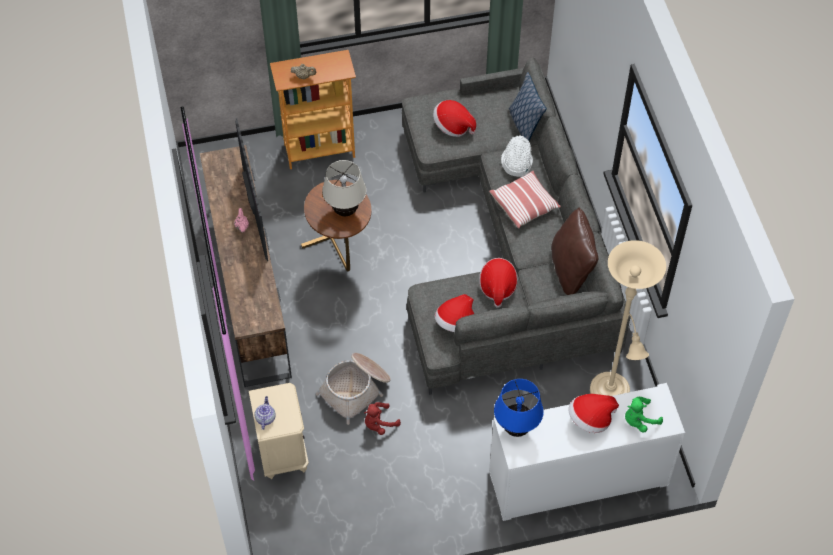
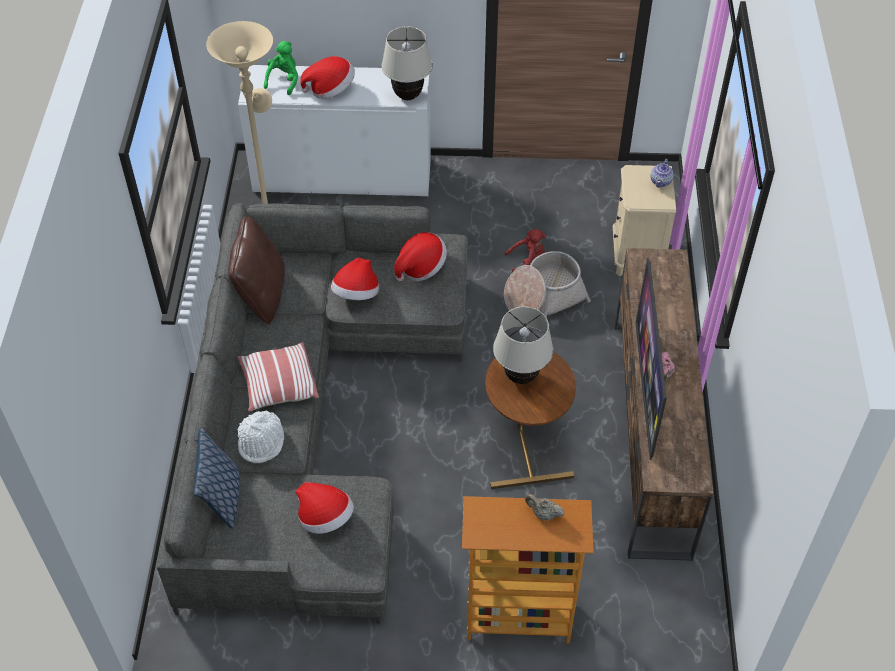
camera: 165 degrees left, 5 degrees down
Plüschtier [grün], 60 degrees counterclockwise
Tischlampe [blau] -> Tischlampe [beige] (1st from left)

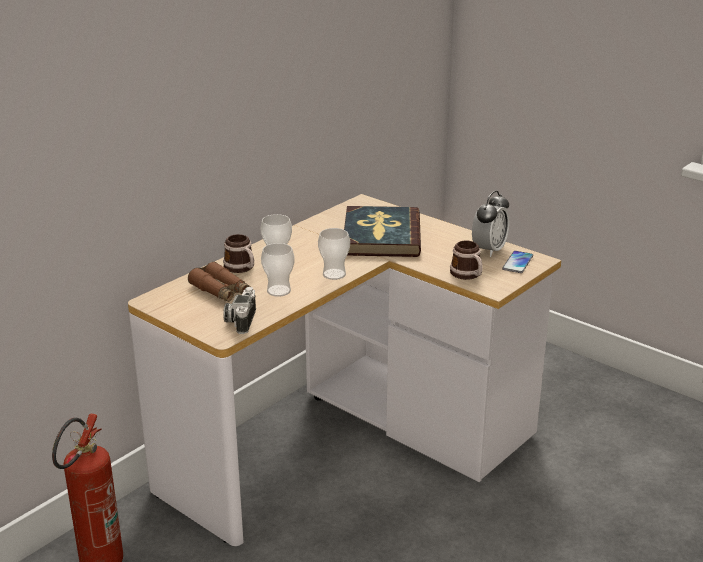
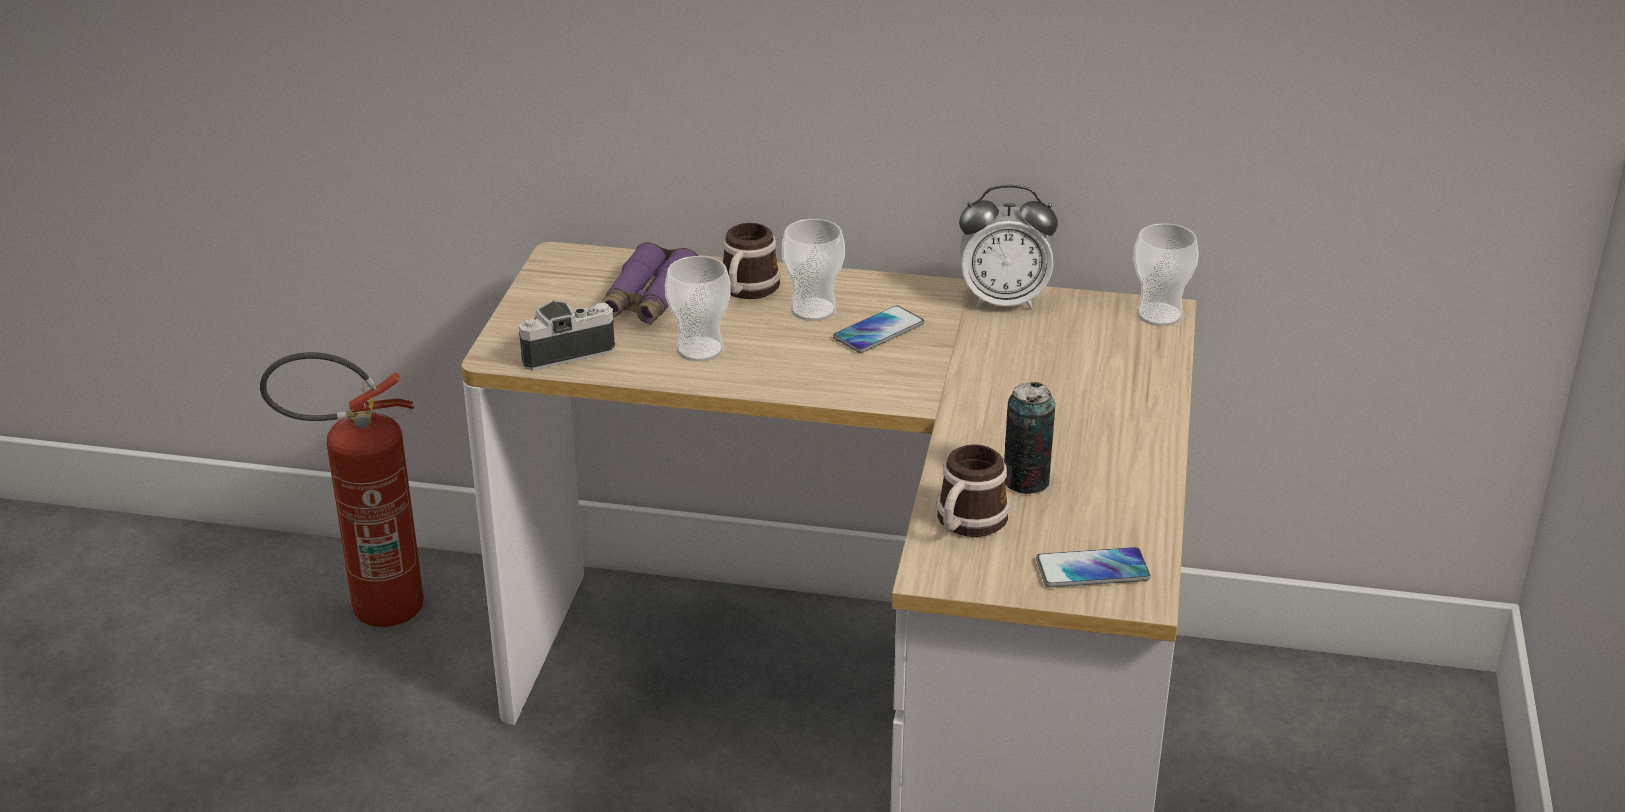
camera: 60 degrees right, 5 degrees up
Fernglas [braun] -> Fernglas [lila]
none -> Handy (1st from left)
Wecker, move
none -> Dose
Tasse (3rd from left), move
Buch -> none

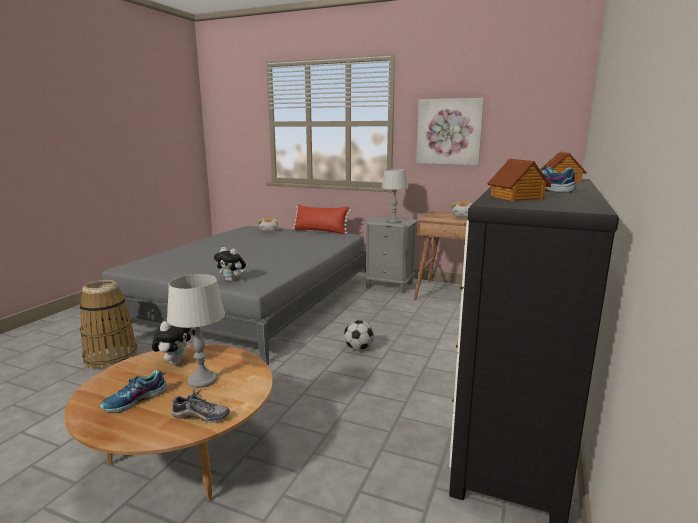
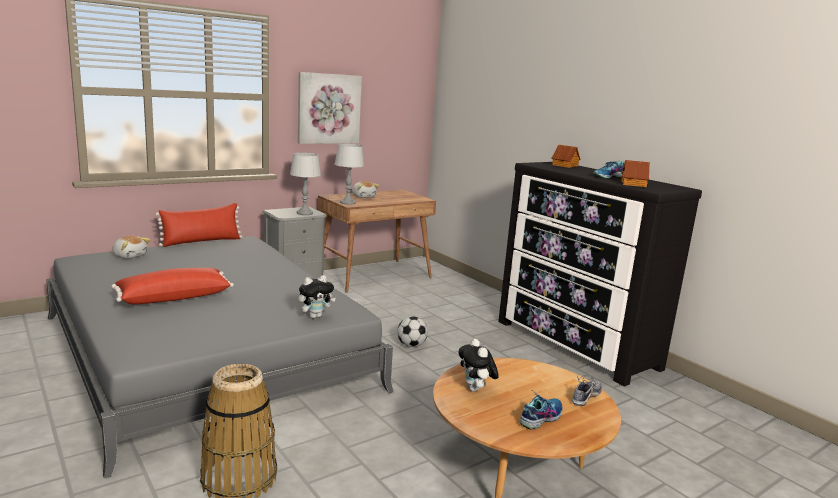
camera: 60 degrees left, 0 degrees up
none -> Kissen [rot] (1st from left)
Tischlampe [grau] (1st from left in the first image) -> Tischlampe [grau] (2nd from left), move
Plüschtier (1st from left in the first image) -> Plüschtier (4th from left), 150 degrees counterclockwise
Schuh (1st from left), 120 degrees counterclockwise

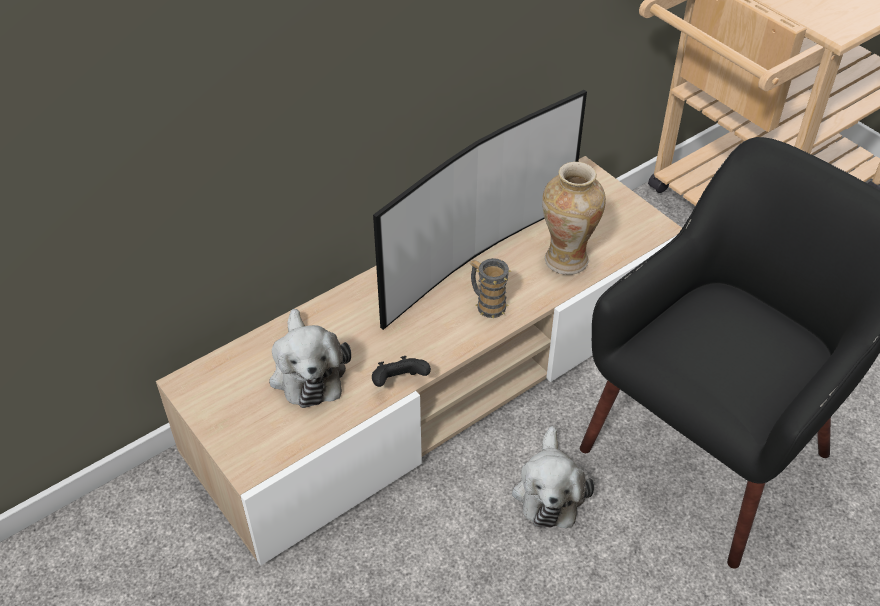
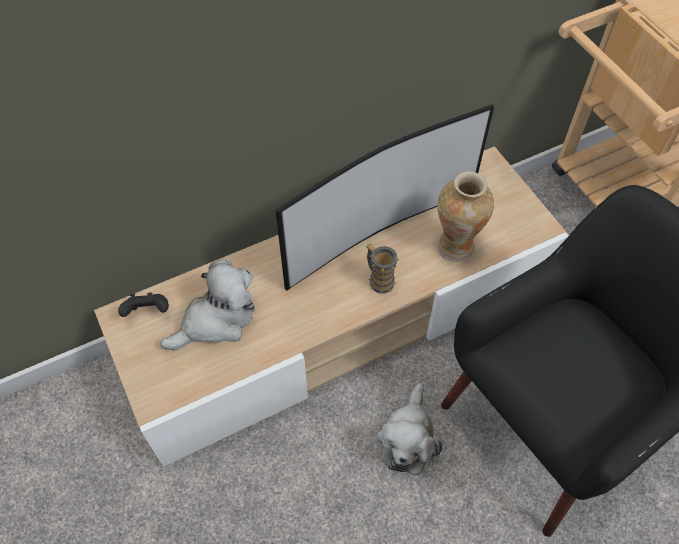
camera: 10 degrees right, 10 degrees up
Gamepad [schwarz], move
Plüschtier (1st from left), 120 degrees counterclockwise

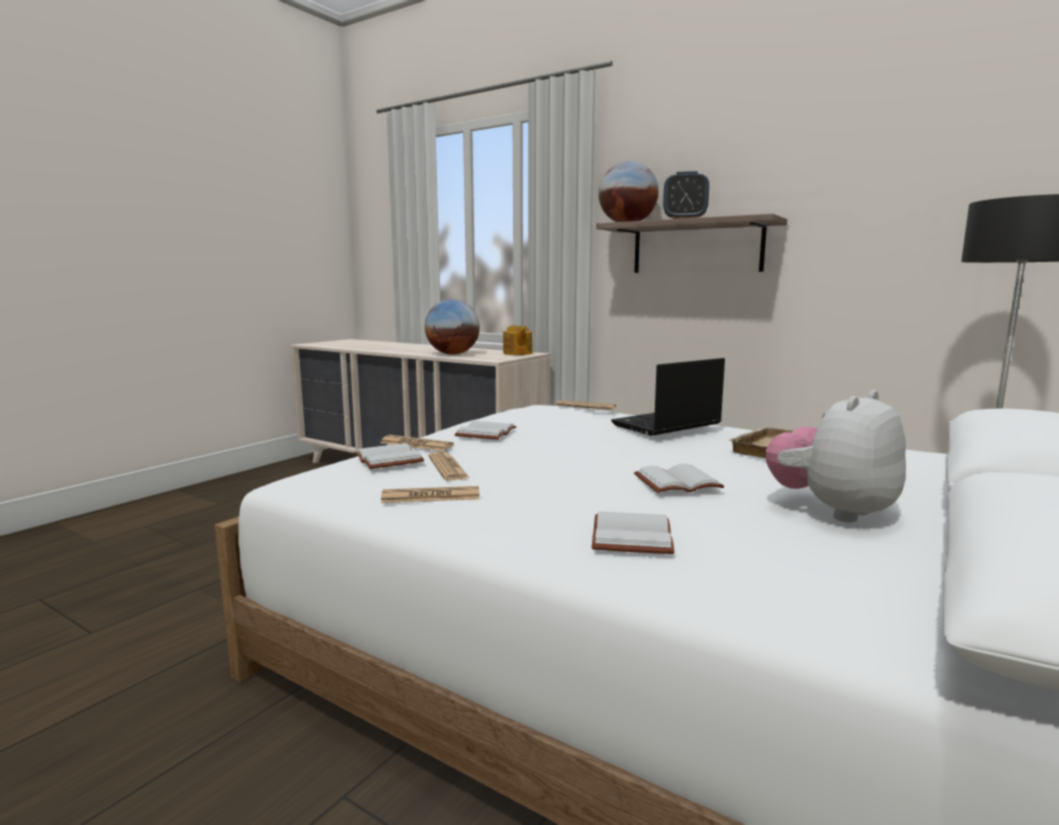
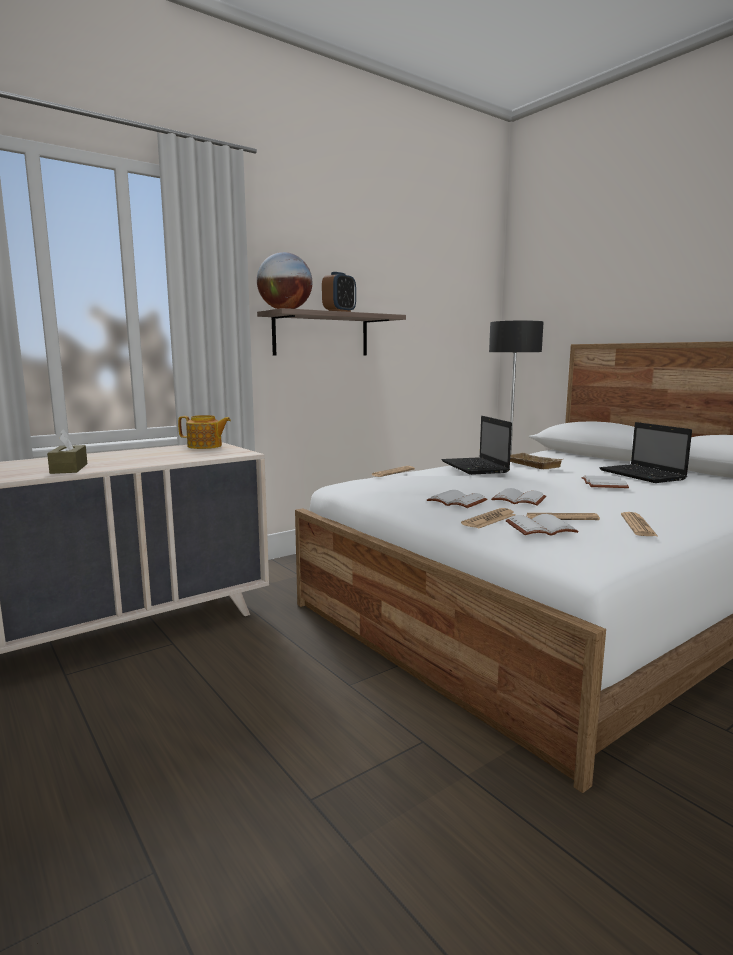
camera: 70 degrees left, 0 degrees up
none -> Taschentuchbox [braun]
Buch [weiß] (3rd from left in the first image) -> Buch [weiß] (2nd from left), move
Plüschtier -> Laptop (2nd from left)
Globus (1st from left) -> none

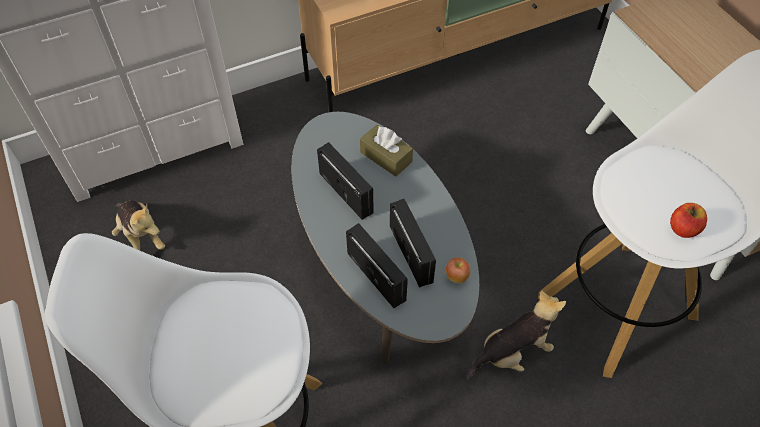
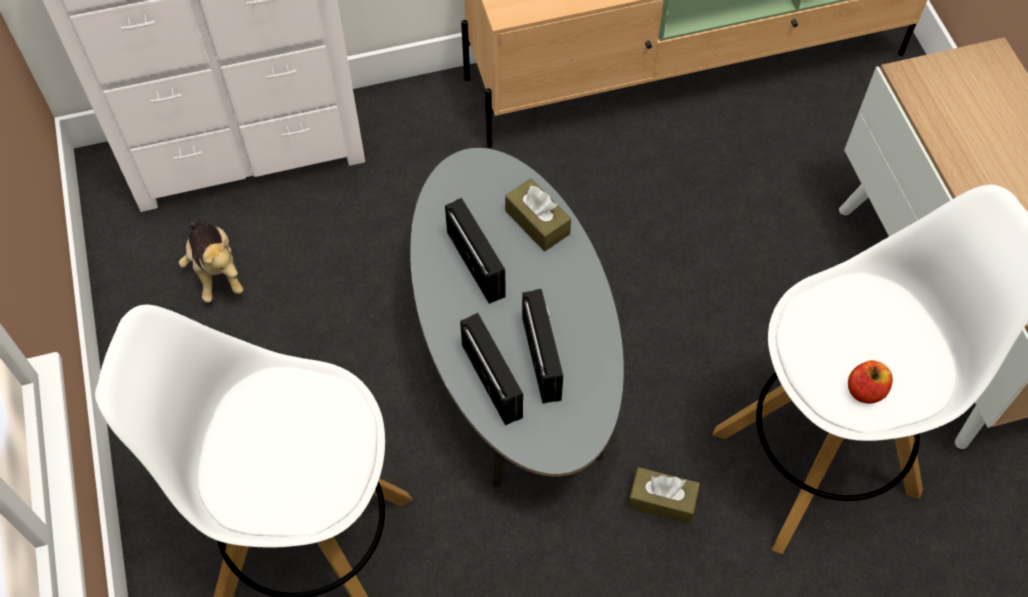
camera: 10 degrees right, 5 degrees up
Plüschtier (2nd from left) -> Taschentuchbox [braun] (2nd from left)
Apfel (1st from left) -> none

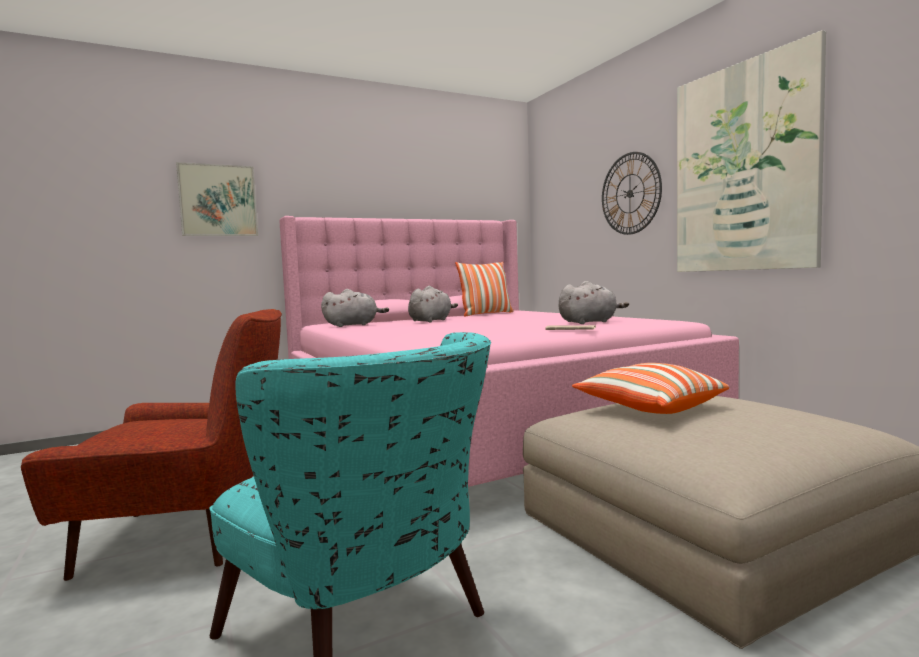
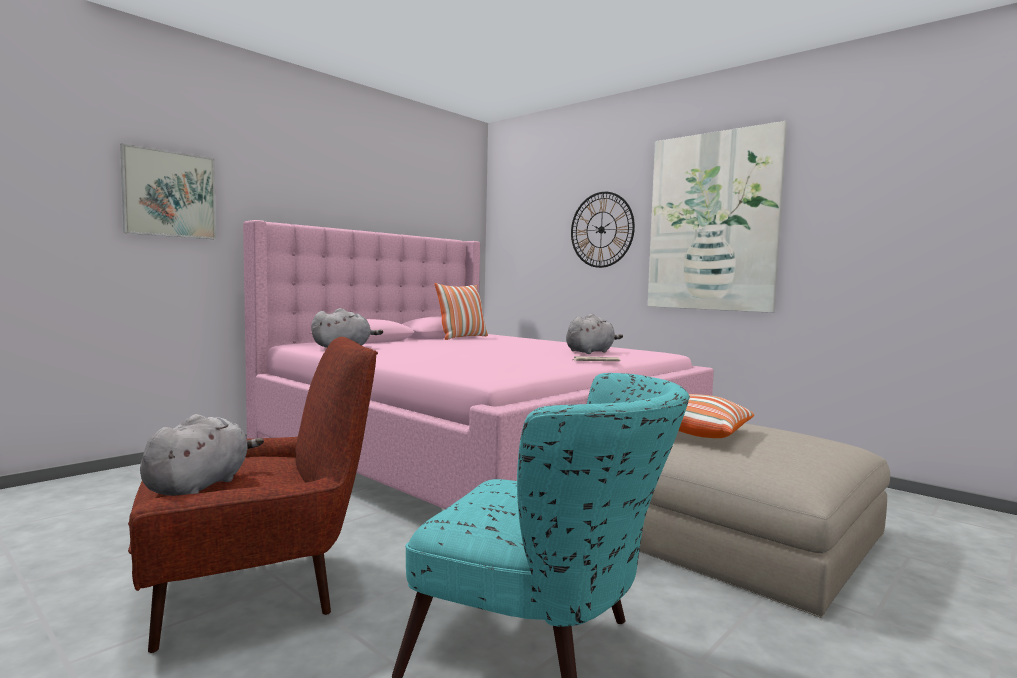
camera: 20 degrees left, 0 degrees up
Plüschtier [grau] (2nd from left in the first image) -> Plüschtier [grau] (1st from left), move

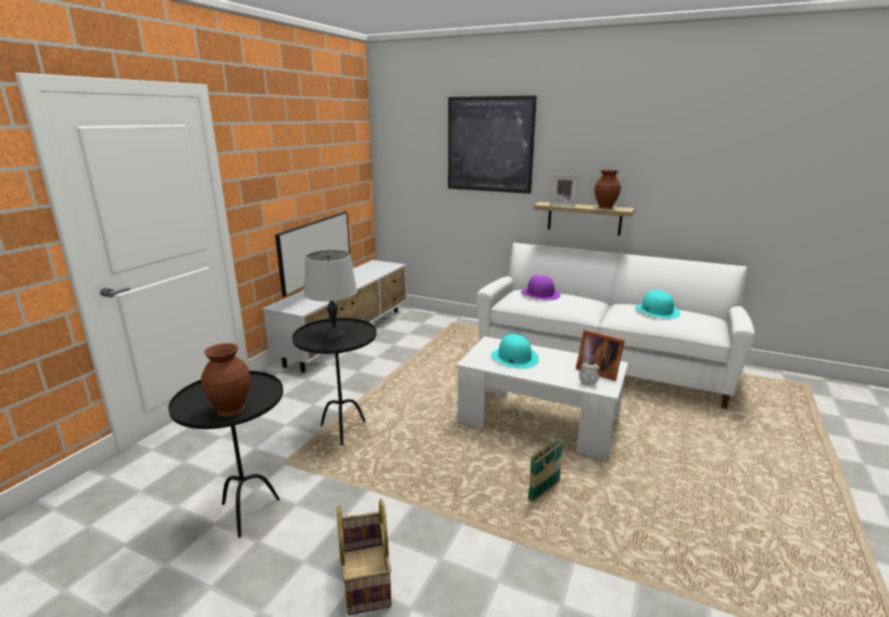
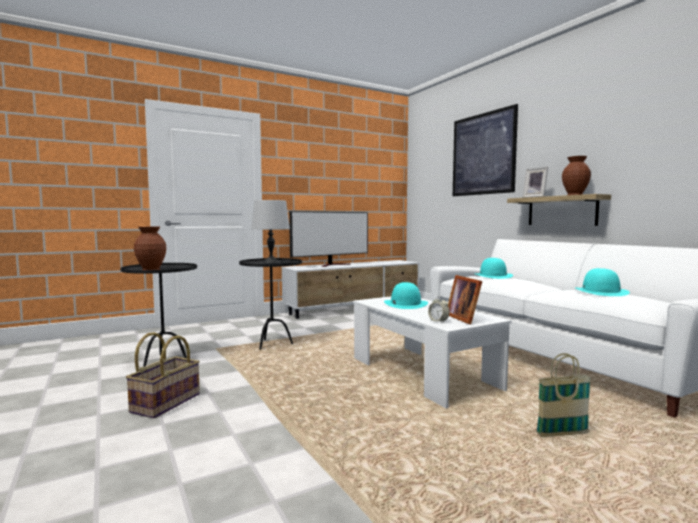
camera: 35 degrees right, 15 degrees down
Hut [lila] -> Hut [türkis] (2nd from left)
Korb (2nd from left), move

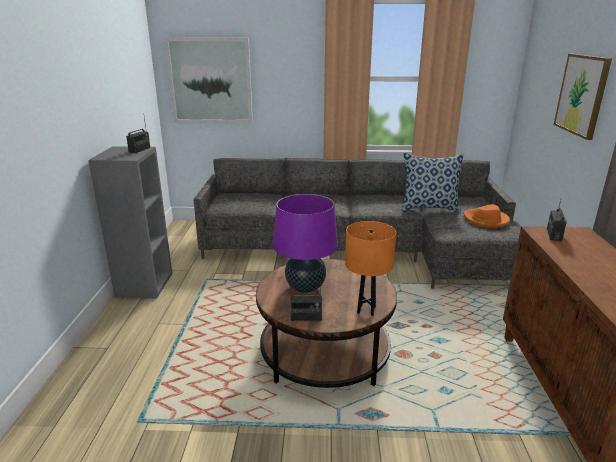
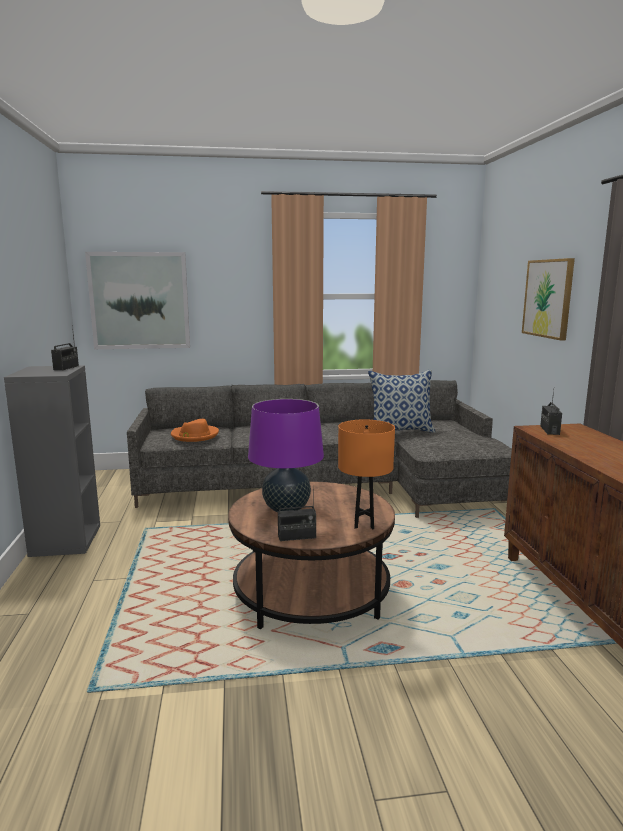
camera: 10 degrees left, 10 degrees down
Hut [orange], move

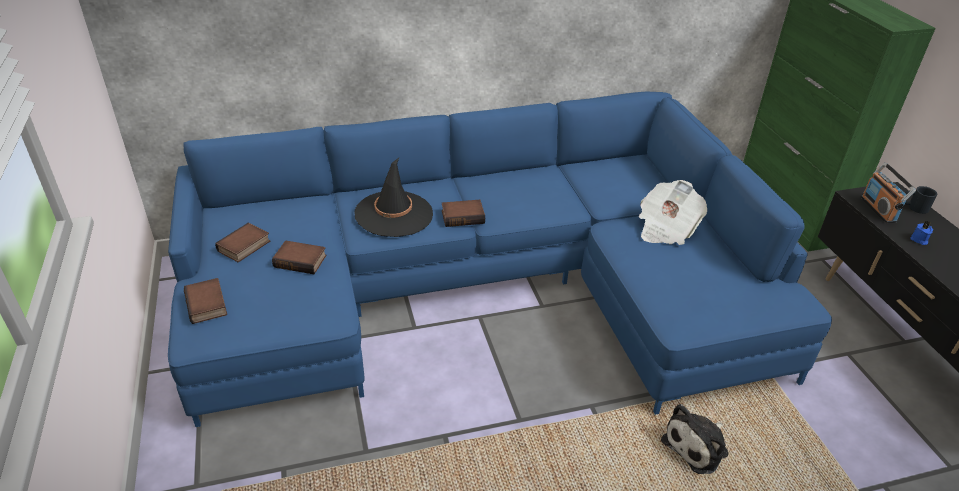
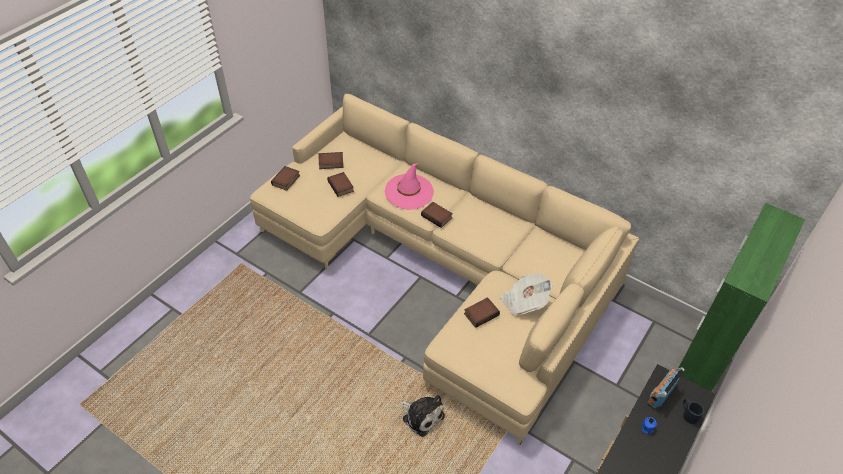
camera: 50 degrees right, 10 degrees up
Sofa [blau] -> Sofa [beige]
Hut [schwarz] -> Hut [rosa]
Plüschtier, 150 degrees counterclockwise
none -> Buch (5th from left)

